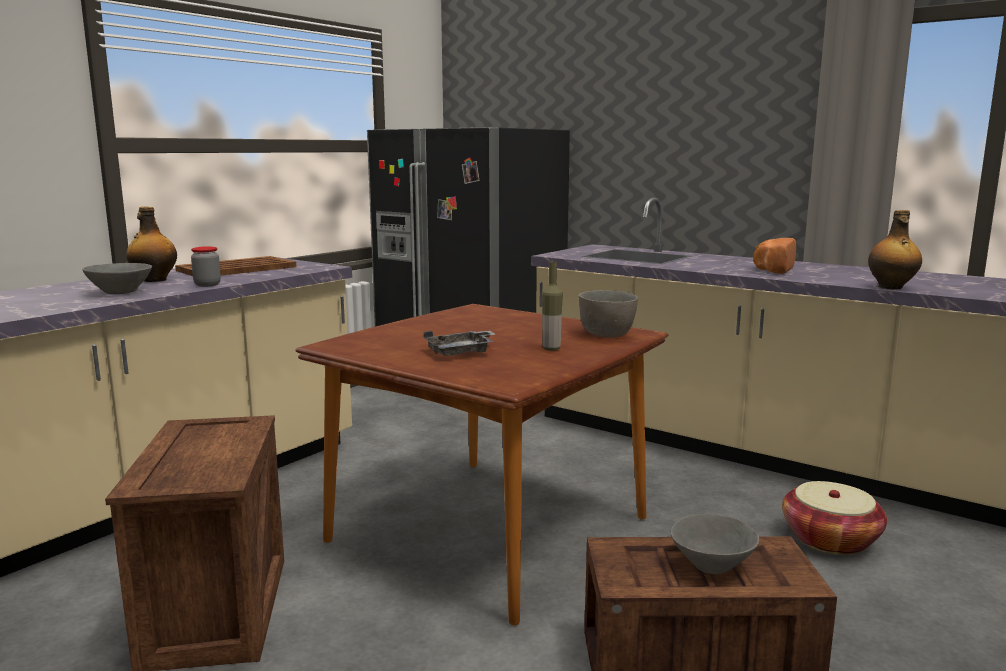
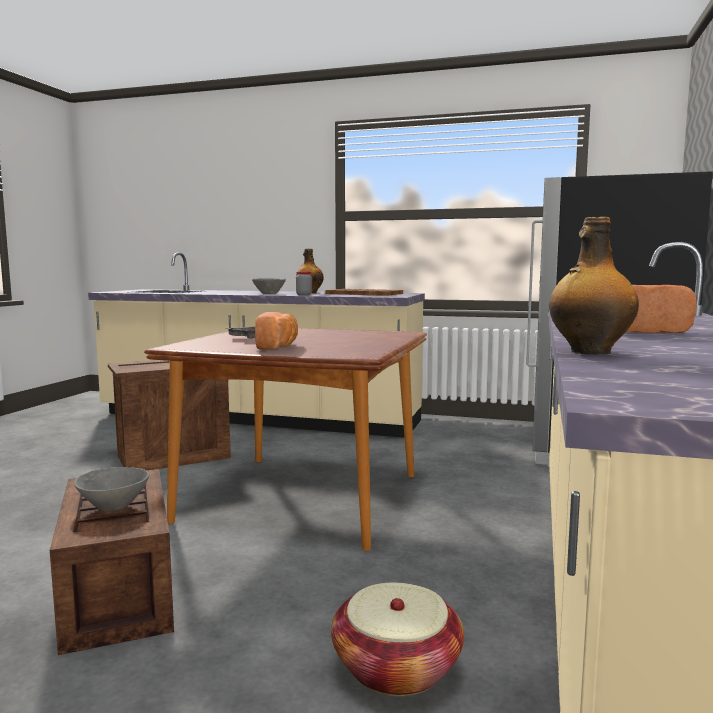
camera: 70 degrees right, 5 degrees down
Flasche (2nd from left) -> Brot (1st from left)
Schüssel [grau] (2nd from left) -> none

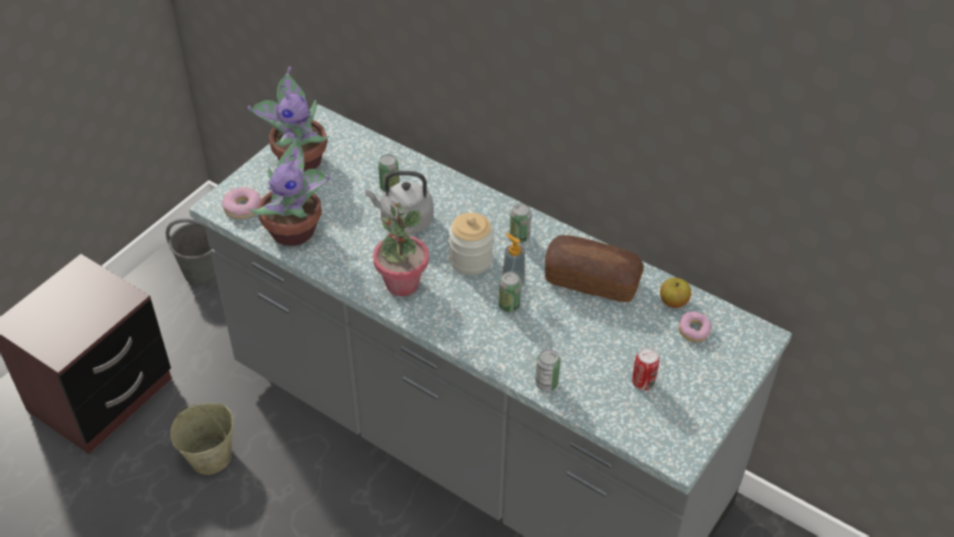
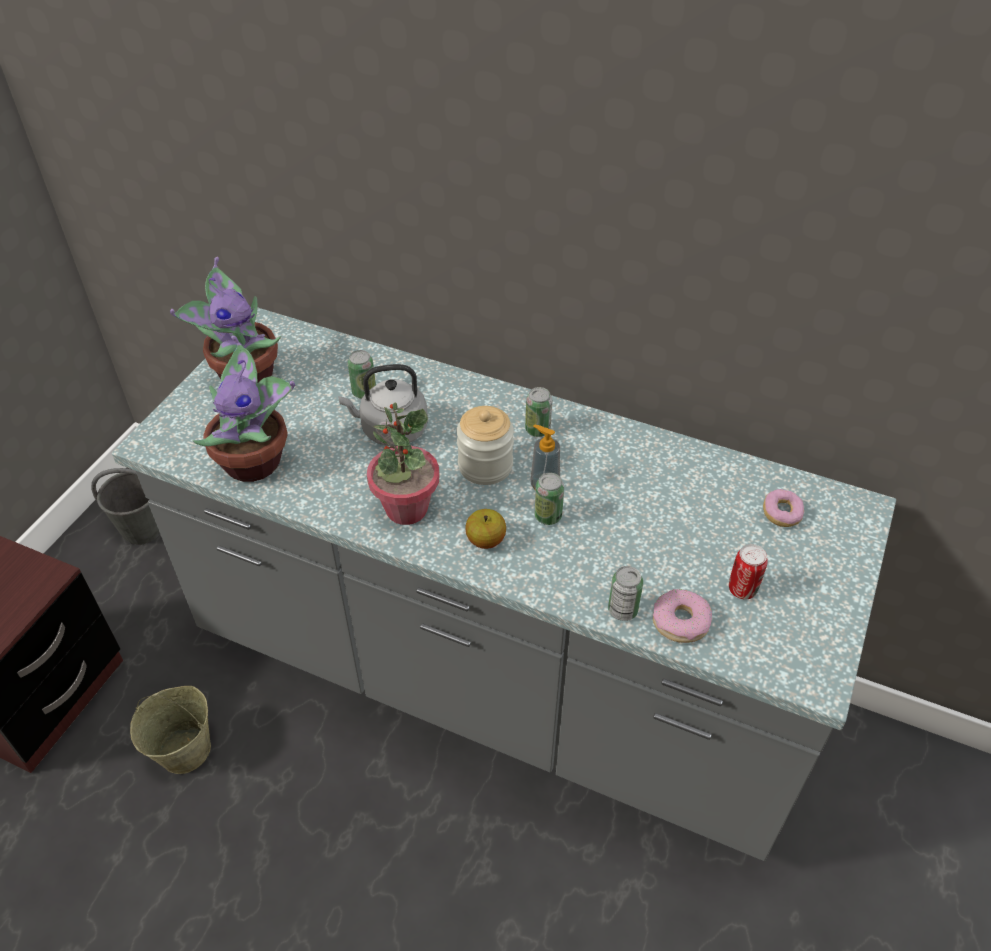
camera: 10 degrees left, 0 degrees up
Apfel, move
Donut (1st from left), move
Brot -> none

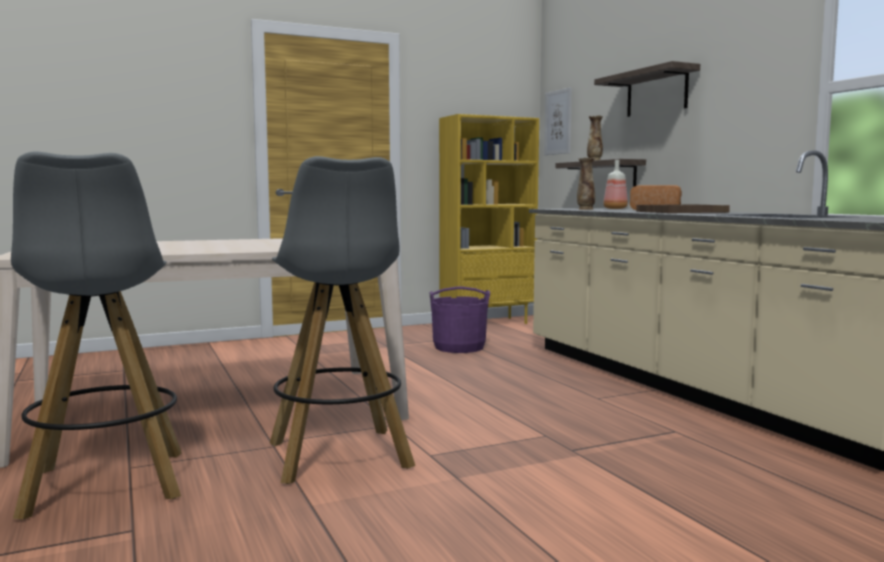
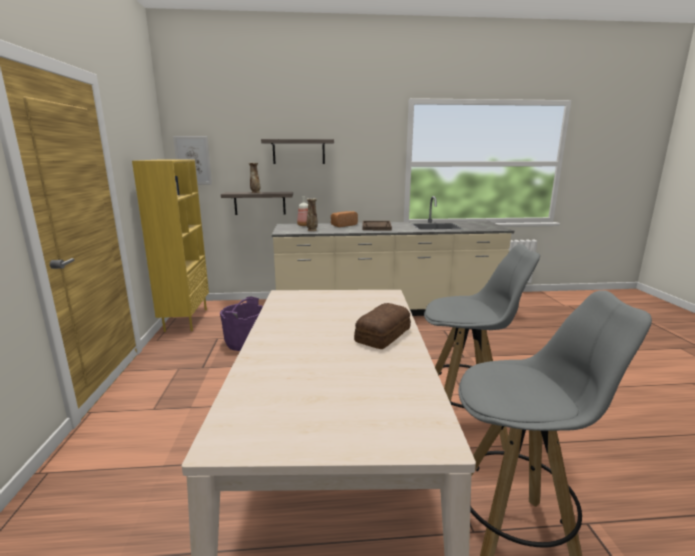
camera: 70 degrees left, 10 degrees up
none -> Brot (2nd from left)

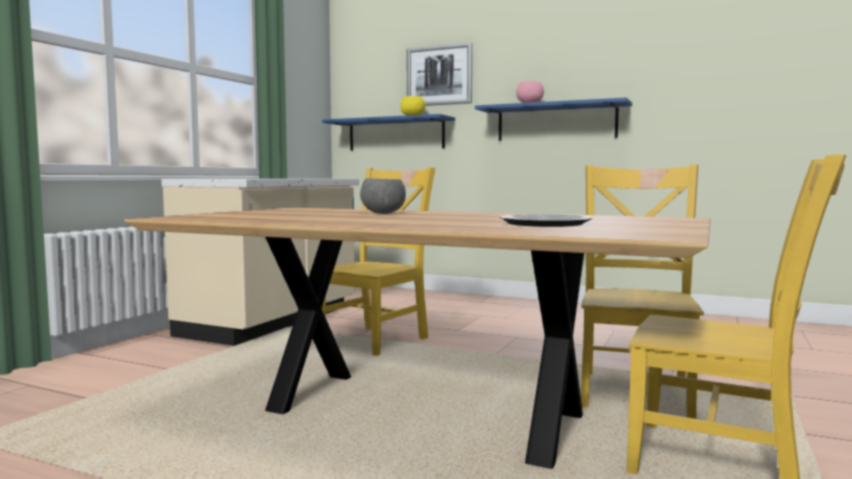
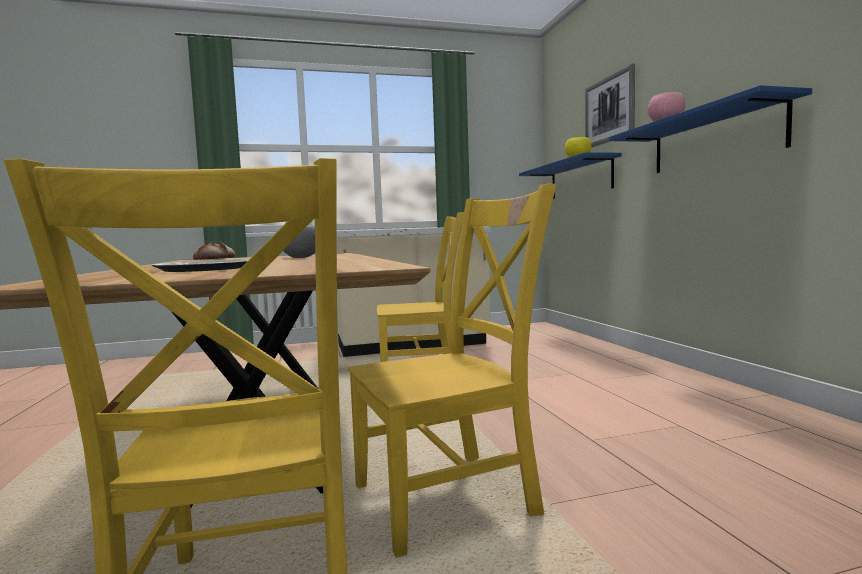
camera: 50 degrees right, 0 degrees up
none -> Brot

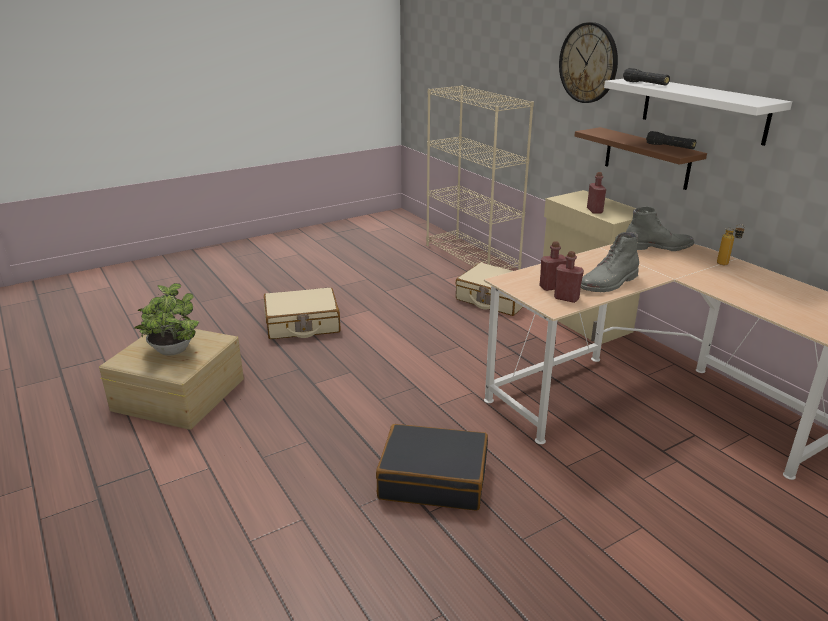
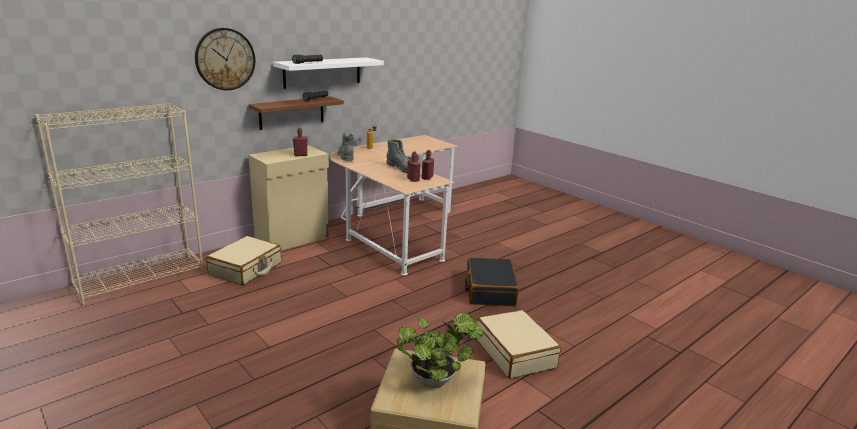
camera: 100 degrees left, 5 degrees down
Koffer [beige] (1st from left in the first image) -> Koffer [beige] (2nd from left), move

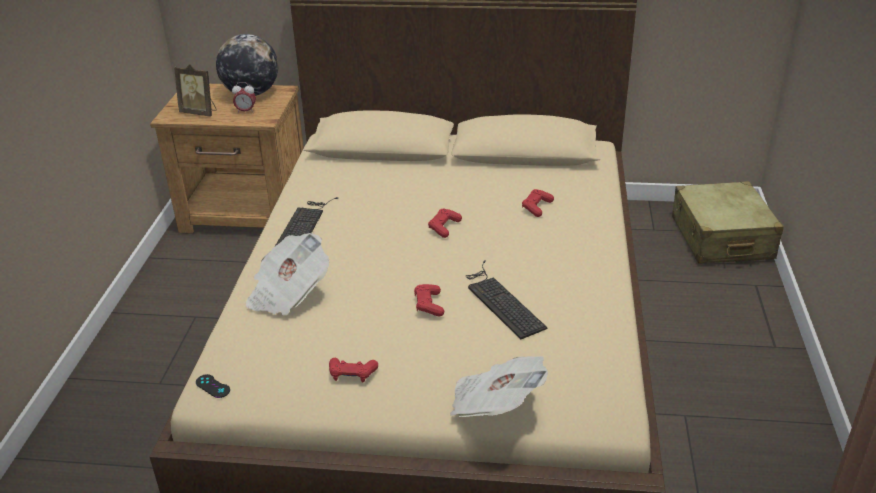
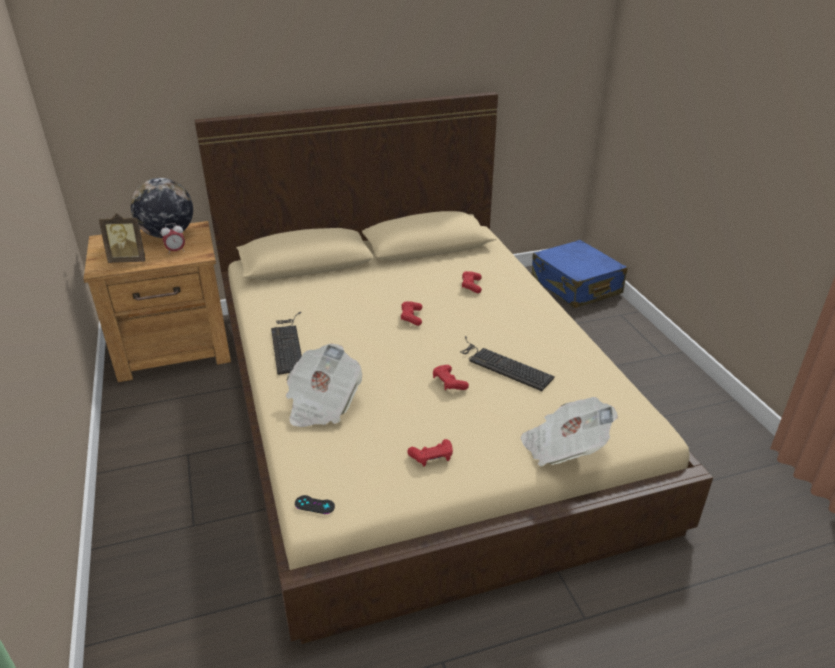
camera: 25 degrees left, 0 degrees up
Koffer [beige] -> Koffer [blau]

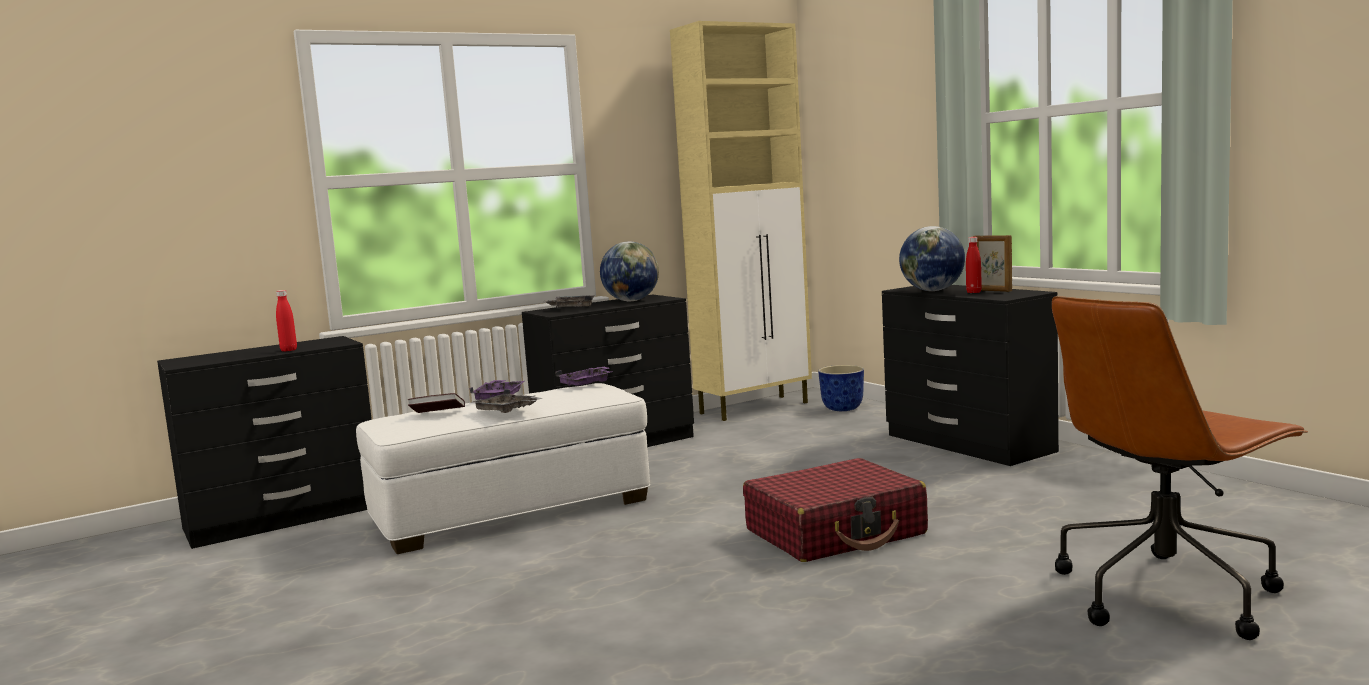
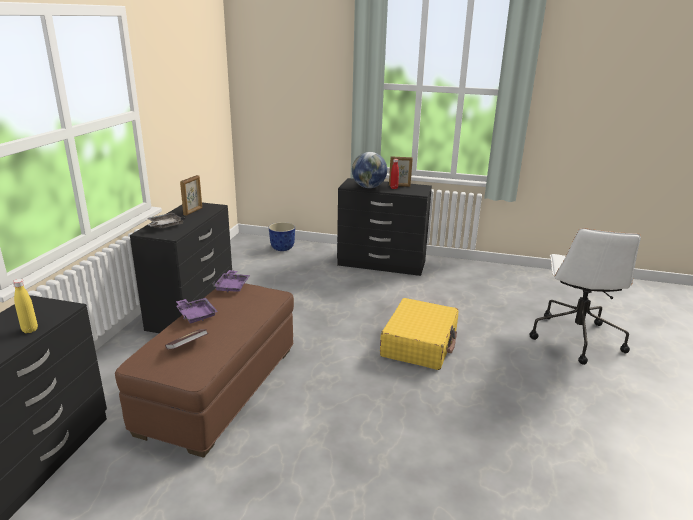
camera: 45 degrees left, 15 degrees up
Flasche [rot] (1st from left) -> Flasche [gelb]
Polsterhocker [weiß] -> Polsterhocker [braun]
Globus (1st from left) -> Bilderrahmen (1st from left)
Koffer [rot] -> Koffer [gelb]
Bürostuhl [braun] -> Bürostuhl [weiß]
Tablett [grau] (1st from left) -> none
Schrank [beige] -> none

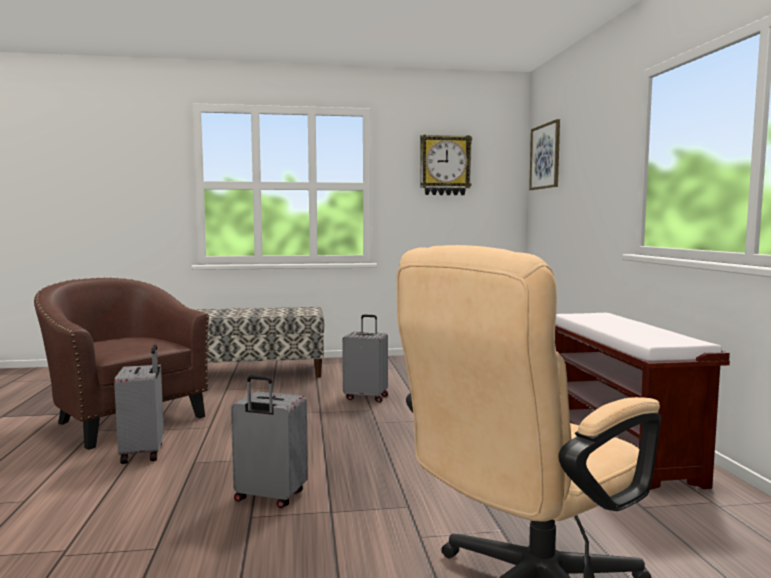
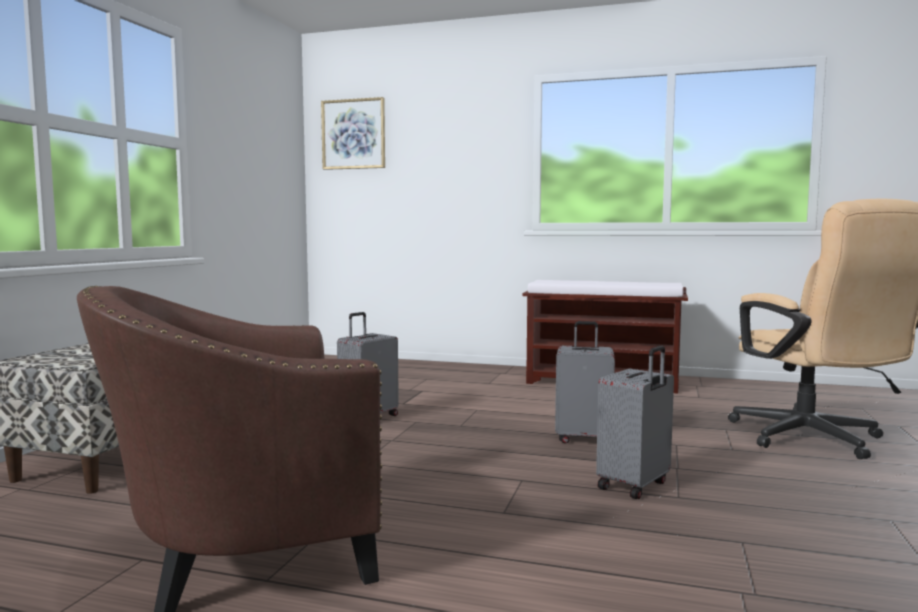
camera: 65 degrees left, 0 degrees up
Koffer [grau] (1st from left in the first image) -> Koffer [grau] (2nd from left), move
Wanduhr -> none

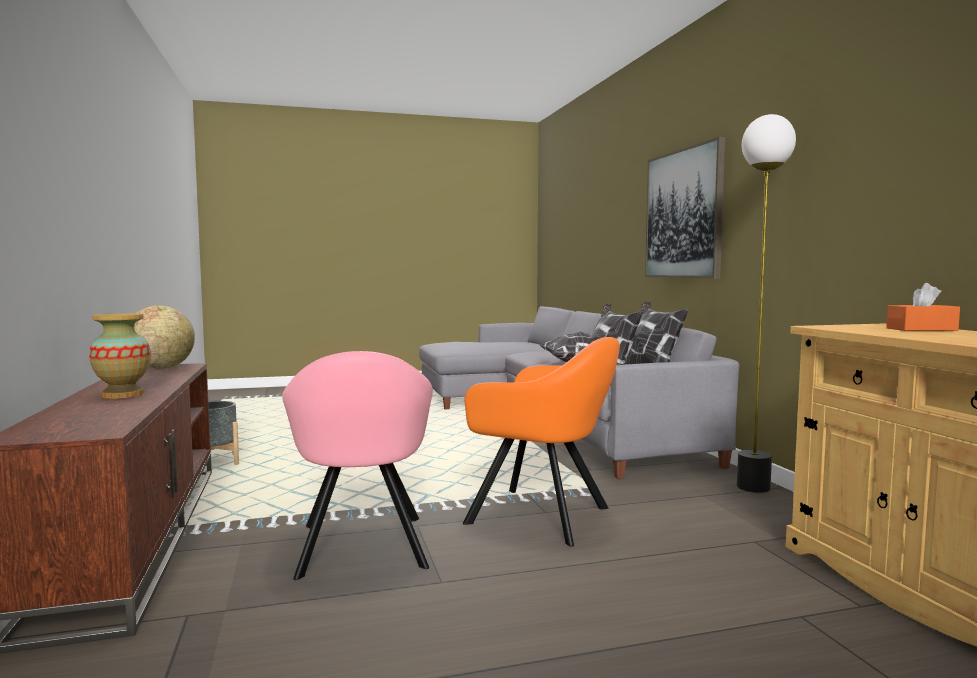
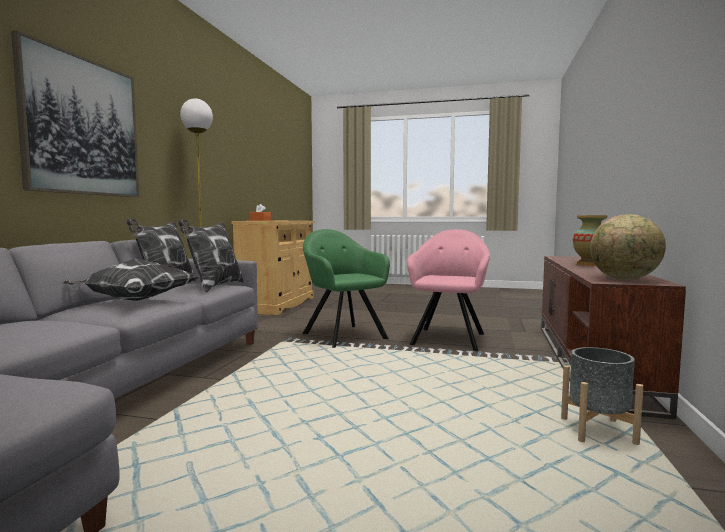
camera: 150 degrees left, 0 degrees up
Sessel [orange] -> Sessel [grün]

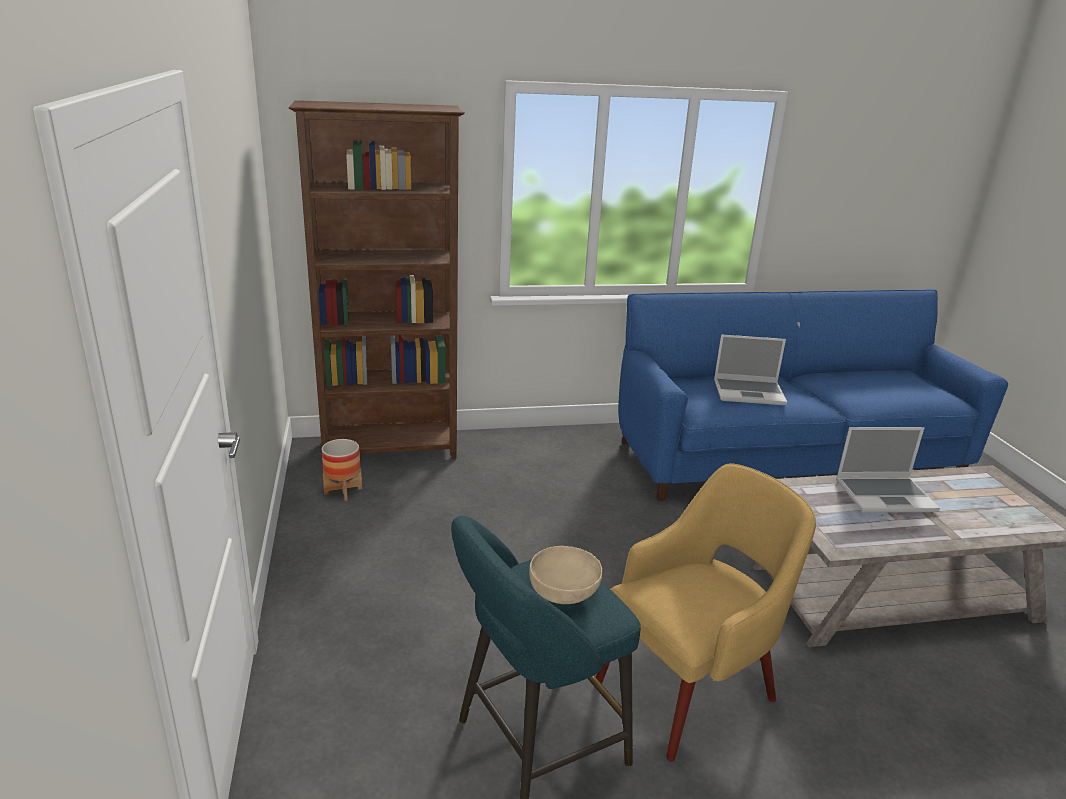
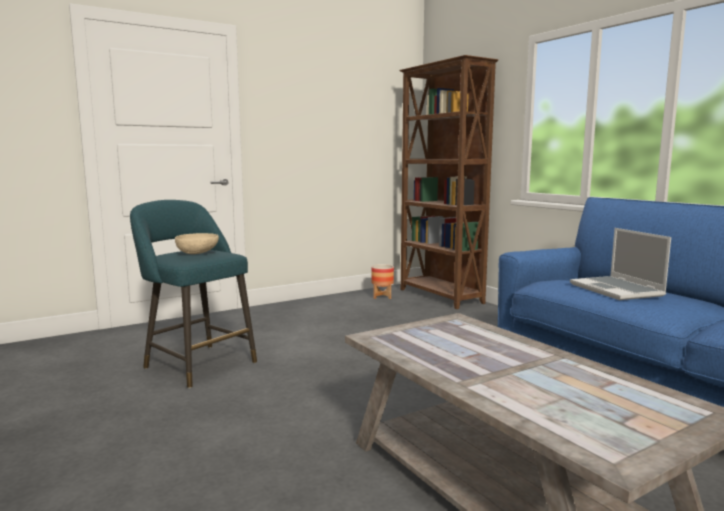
camera: 70 degrees right, 15 degrees down
Sessel [gelb] -> none
Laptop (2nd from left) -> none

